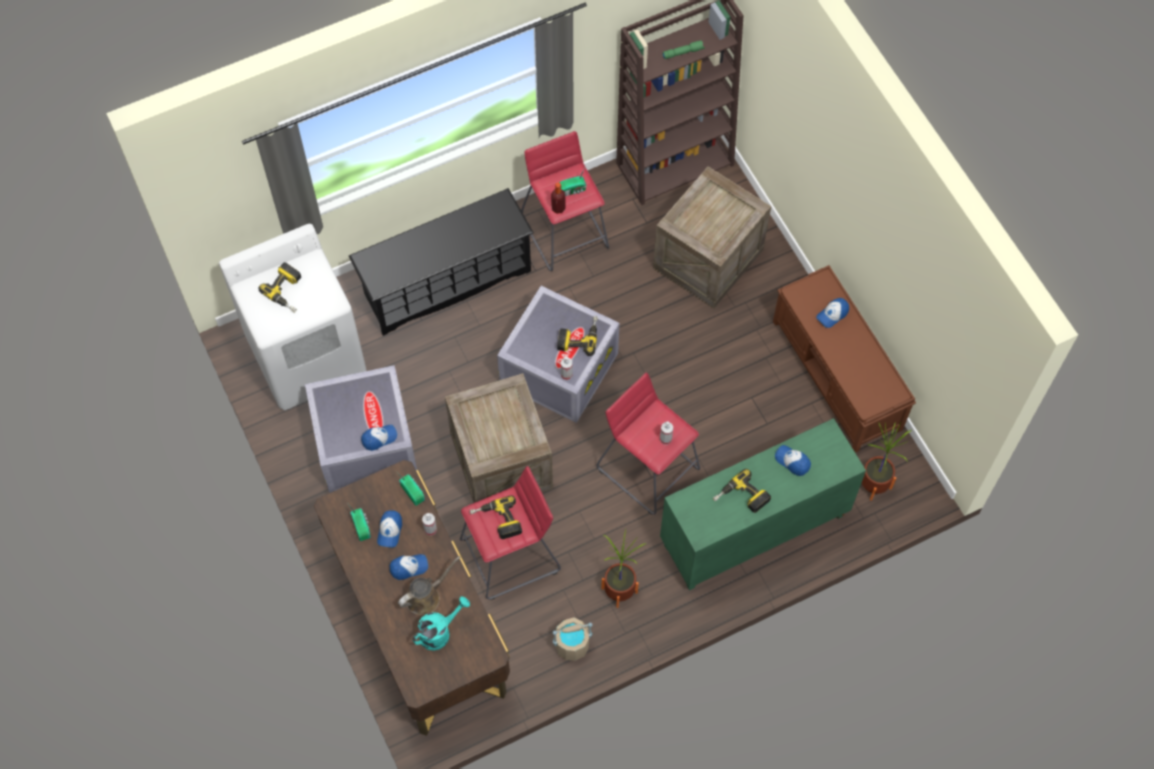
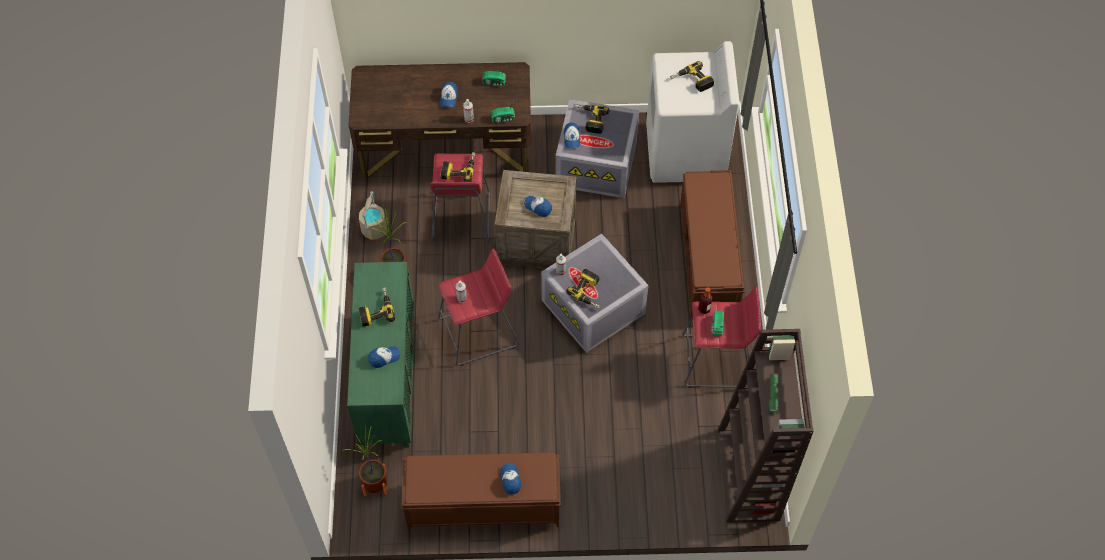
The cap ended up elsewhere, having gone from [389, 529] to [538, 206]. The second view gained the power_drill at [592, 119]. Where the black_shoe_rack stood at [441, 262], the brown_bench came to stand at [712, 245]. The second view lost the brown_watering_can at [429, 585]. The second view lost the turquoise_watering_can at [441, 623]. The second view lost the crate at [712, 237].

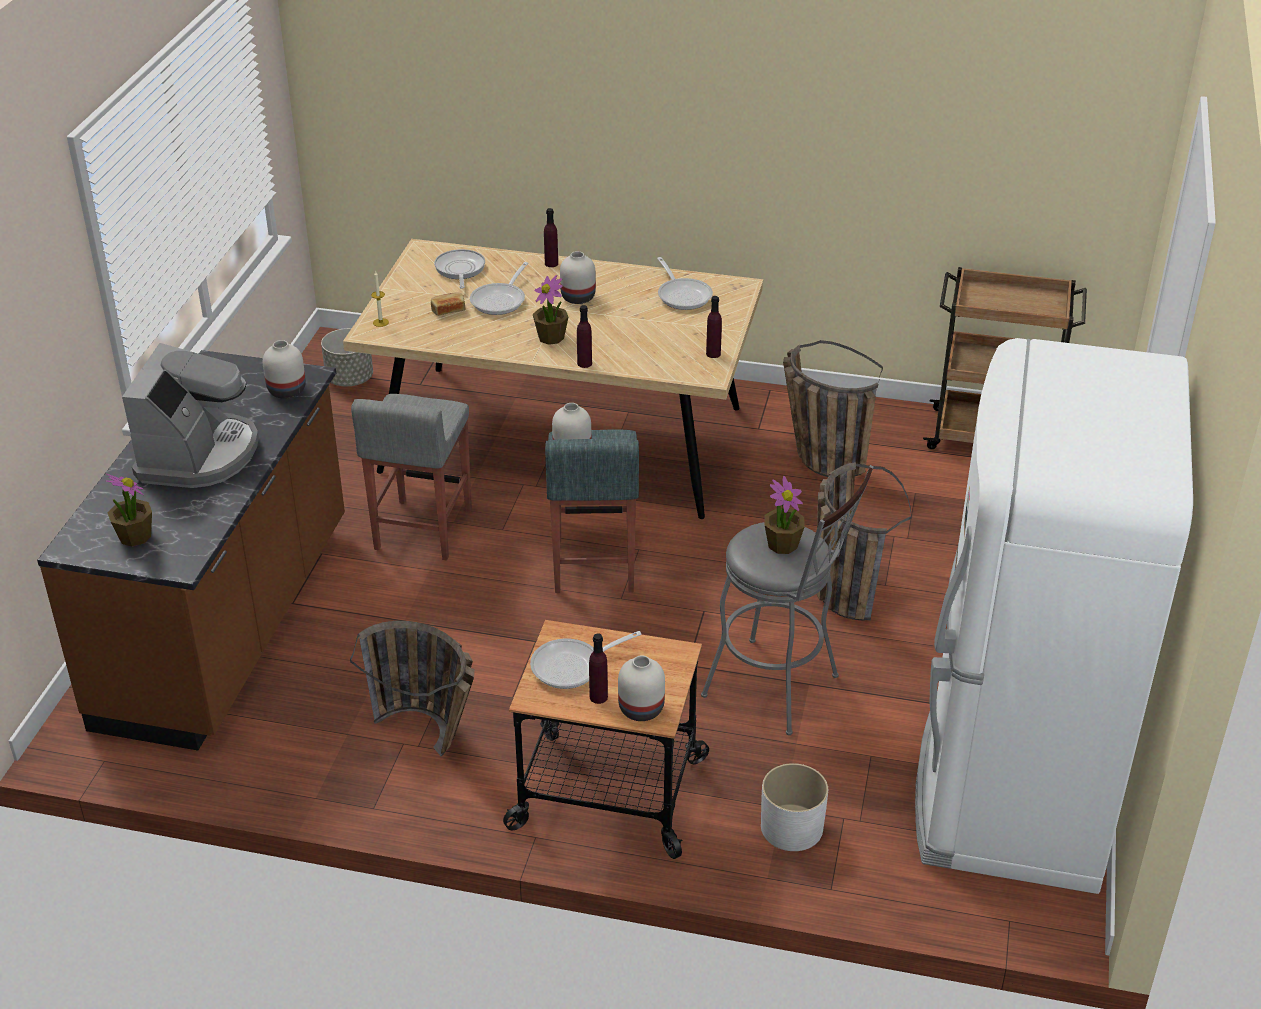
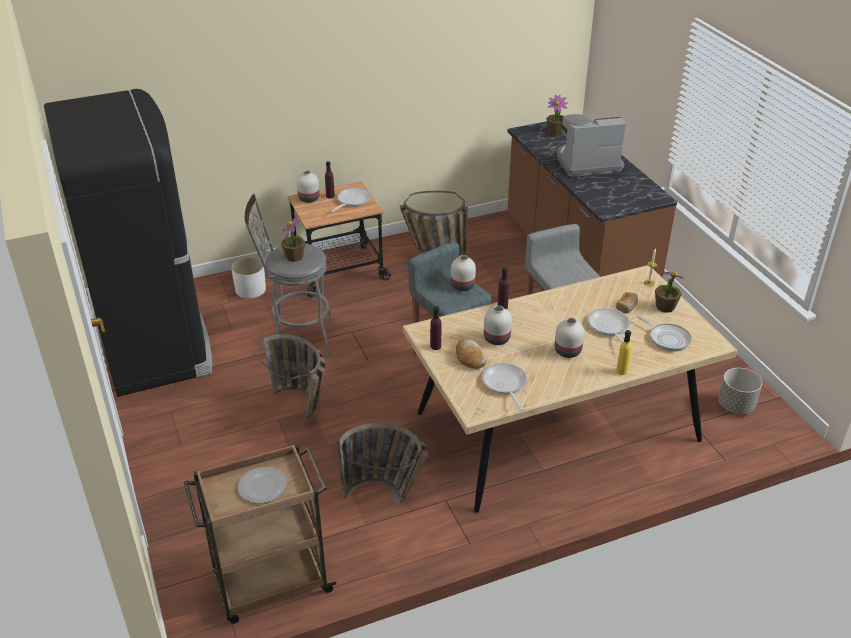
What was the white_fridge at [1054, 616] turned into the black_fridge at [128, 243]. The second view gained the plate at [262, 485]. The second view gained the bread at [471, 354]. The frying_pan at [685, 283] ended up facing another way, 45 degrees clockwise from before. The white_vase ended up elsewhere, having gone from [284, 369] to [498, 325]. The coffee_machine at [190, 415] ended up facing another way, 105 degrees clockwise from before. What was the purple_bottle at [551, 237] turned into the yellow_bottle at [623, 352]. The potted_plant ended up elsewhere, having gone from [550, 310] to [669, 292].

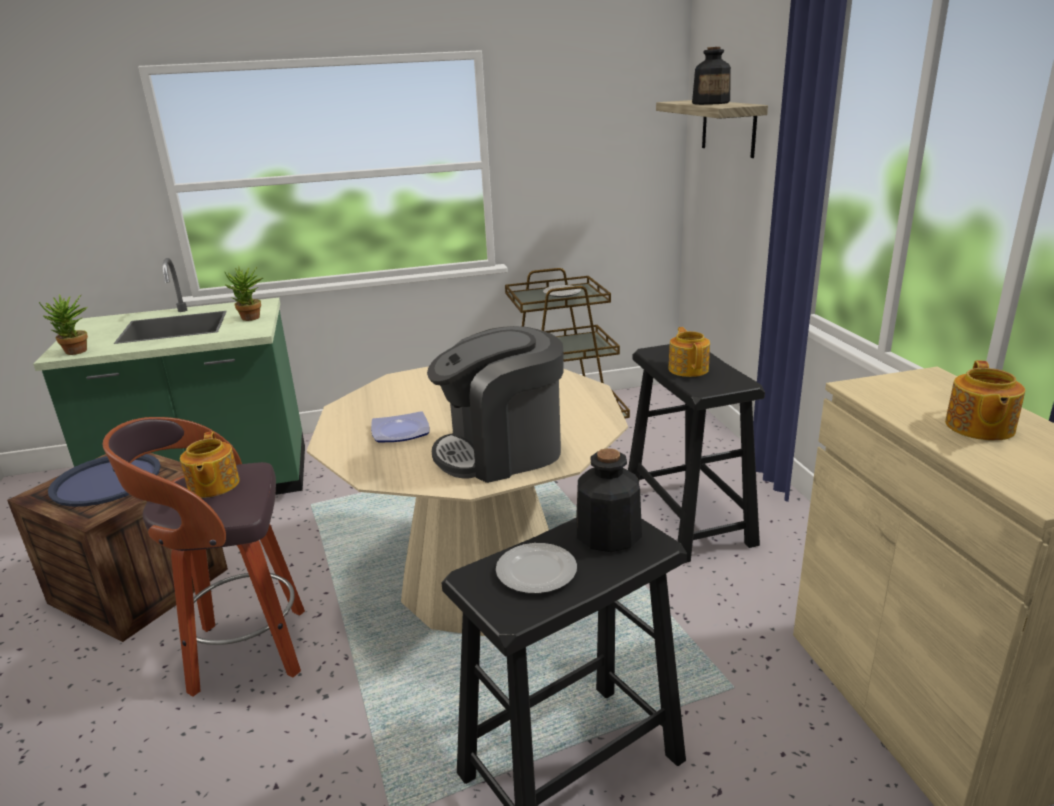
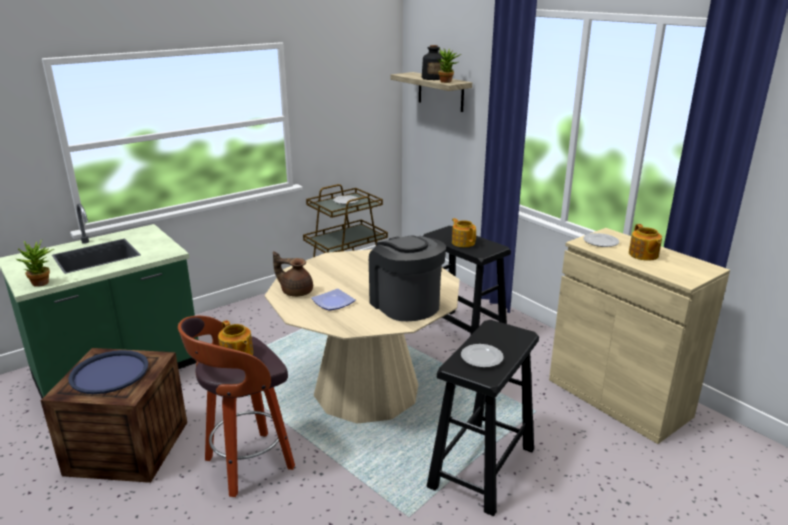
The second view gained the brown_teapot at [293, 274]. The coffee_machine at [495, 404] ended up facing another way, 105 degrees clockwise from before. The potted_plant ended up elsewhere, having gone from [244, 293] to [449, 65]. The second view gained the plate at [601, 240]. The second view lost the bottle at [609, 500].

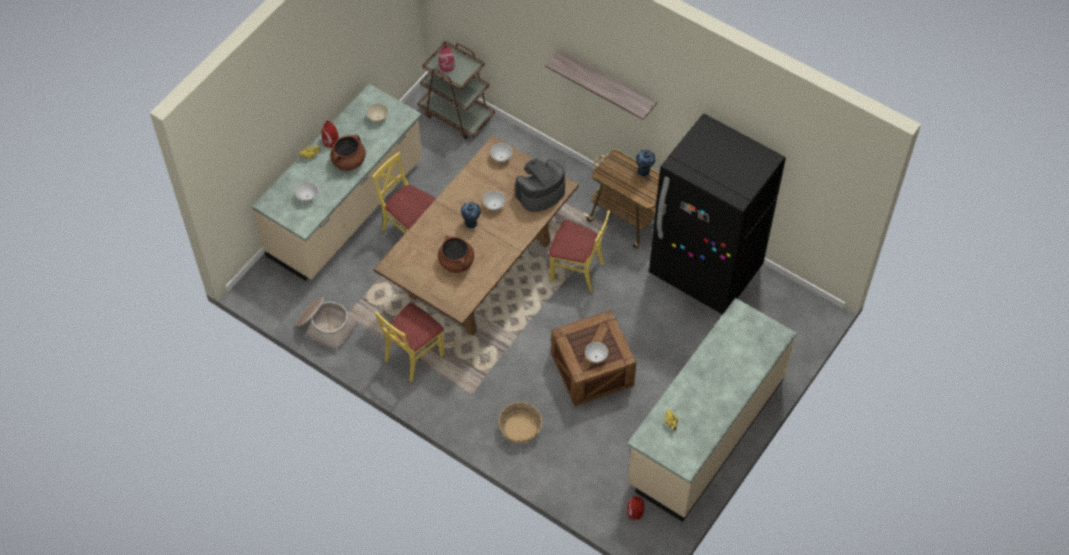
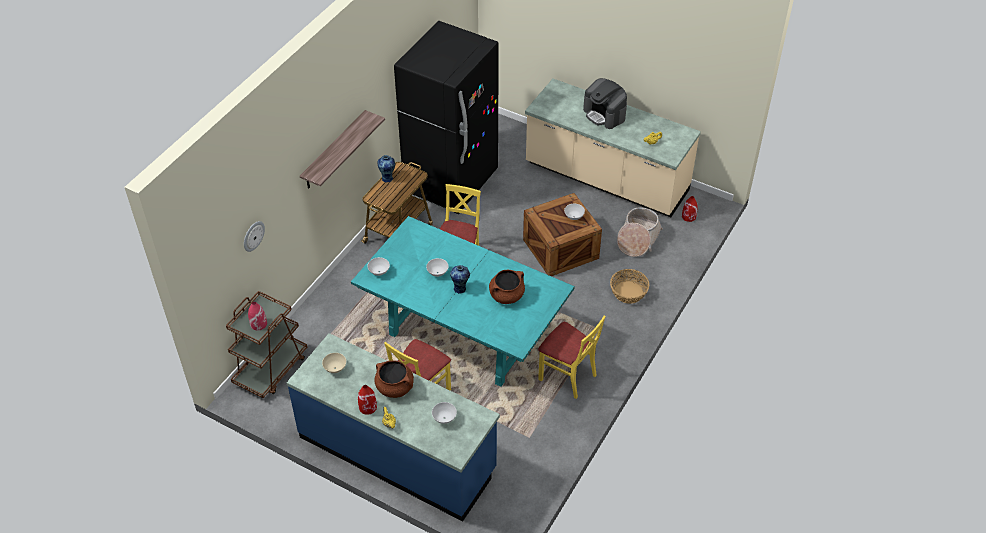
The second view gained the wall_clock at [254, 236]. What was the beige_counter at [337, 182] turned into the blue_counter at [393, 427]. What was the brown_dining_table at [476, 235] turned into the turquoise_dining_table at [463, 301]. The coffee_machine ended up elsewhere, having gone from [540, 185] to [605, 103]. The basket ended up elsewhere, having gone from [328, 325] to [640, 232].

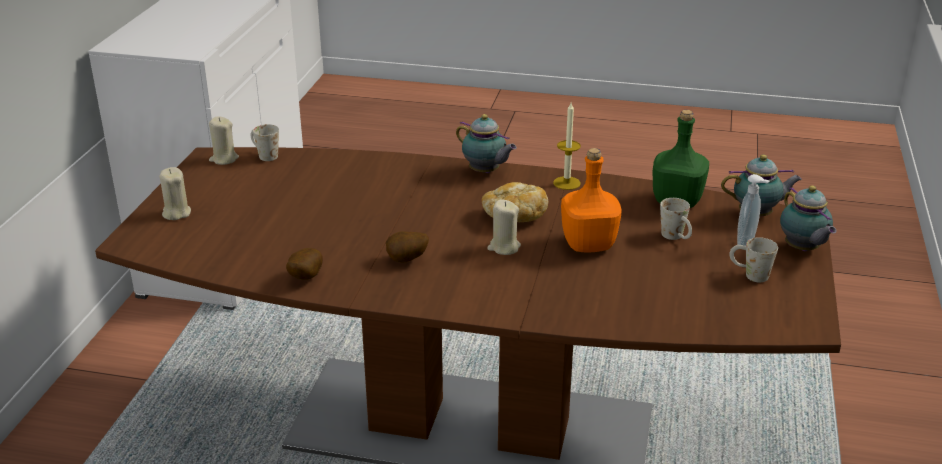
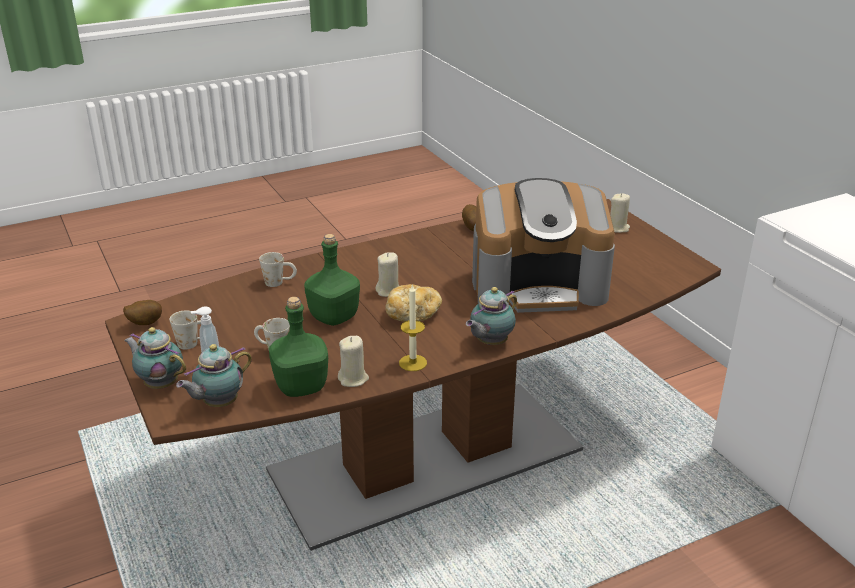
The potato ended up elsewhere, having gone from [407, 247] to [142, 312]. The white_mug ended up elsewhere, having gone from [265, 142] to [278, 269]. What was the orange_bottle at [591, 200] turned into the green_bottle at [332, 280]. The beige_candle ended up elsewhere, having gone from [224, 140] to [353, 361]. The teapot at [486, 143] ended up facing another way, 45 degrees counterclockwise from before. The second view gained the coffee_machine at [543, 245].

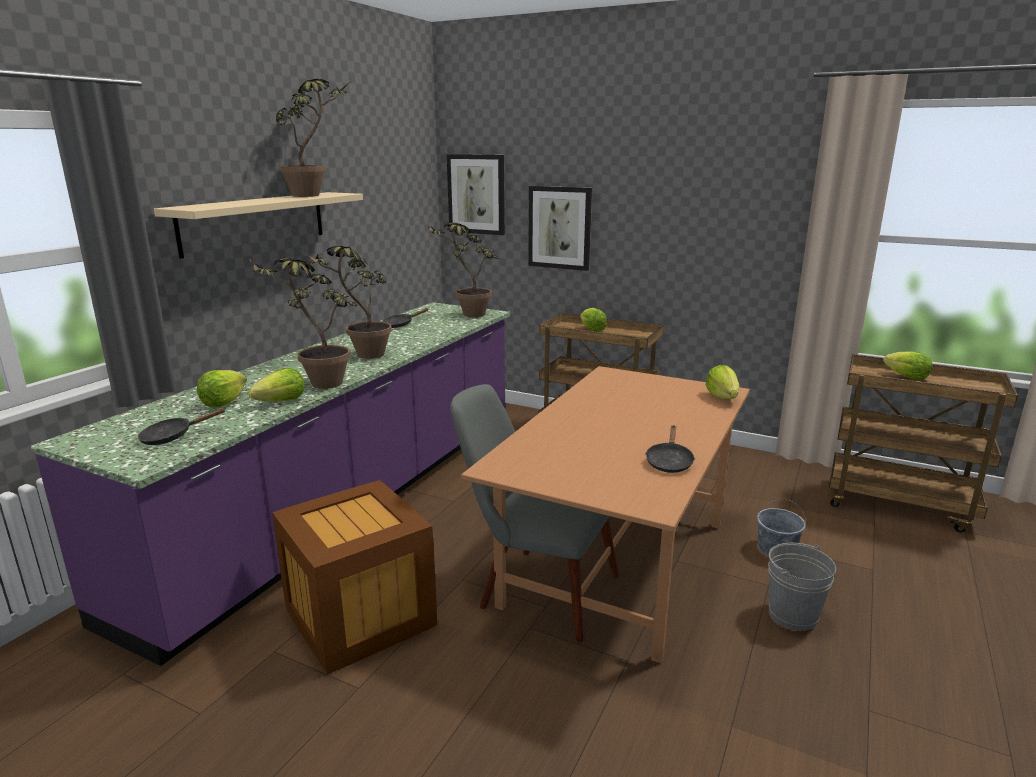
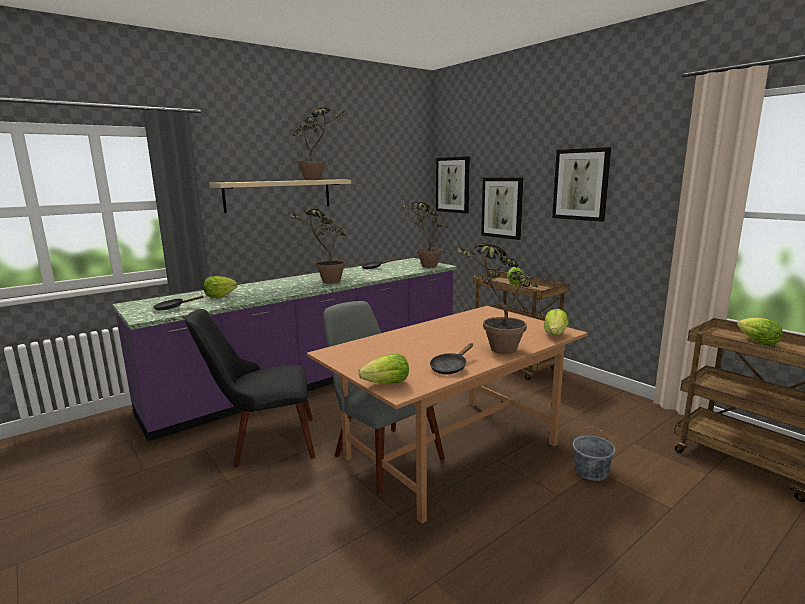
Where the crate stood at [355, 577], the black_chair came to stand at [250, 388]. The lettuce ended up elsewhere, having gone from [276, 385] to [384, 369]. The potted_plant ended up elsewhere, having gone from [303, 323] to [496, 298]. The second view gained the picture at [581, 184]. The second view lost the grey_bucket at [802, 587].

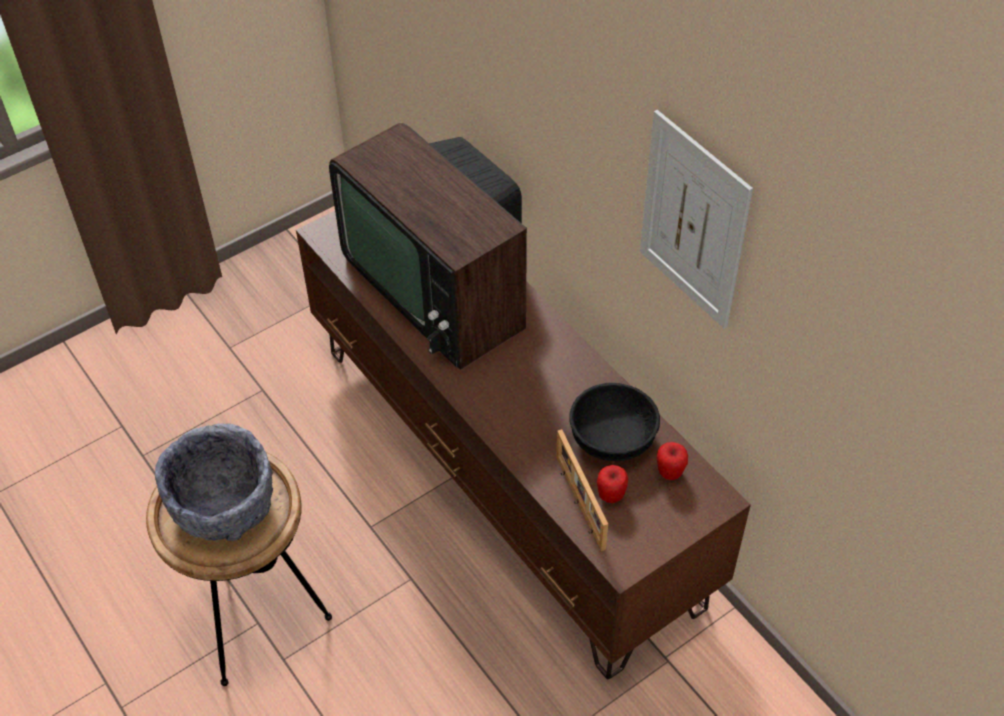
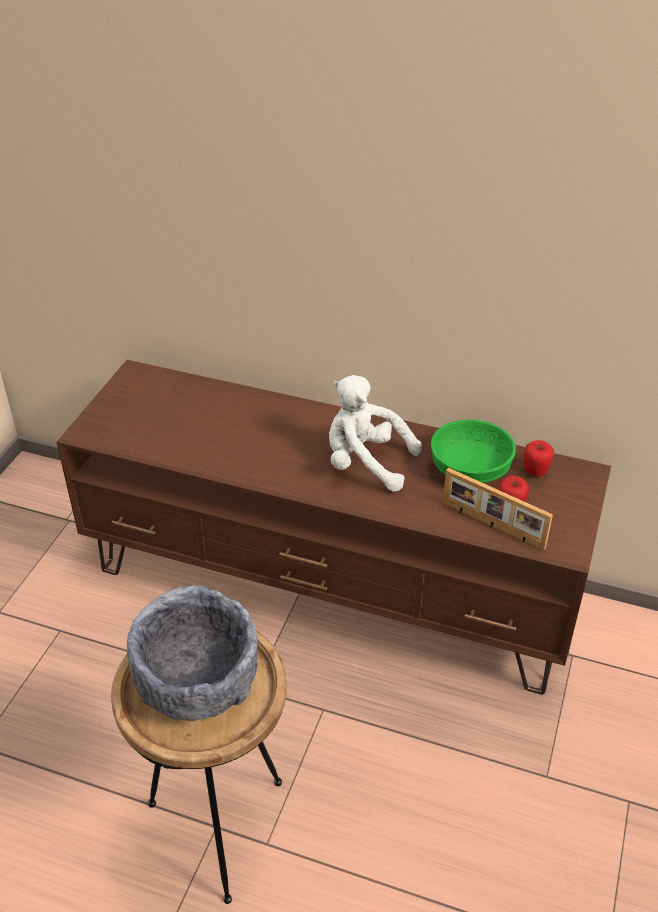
The second view gained the white_plush_toy at [375, 433]. What was the black_bowl at [615, 422] turned into the green_bowl at [473, 451]. The second view lost the television at [428, 246]. The second view lost the picture at [696, 219].

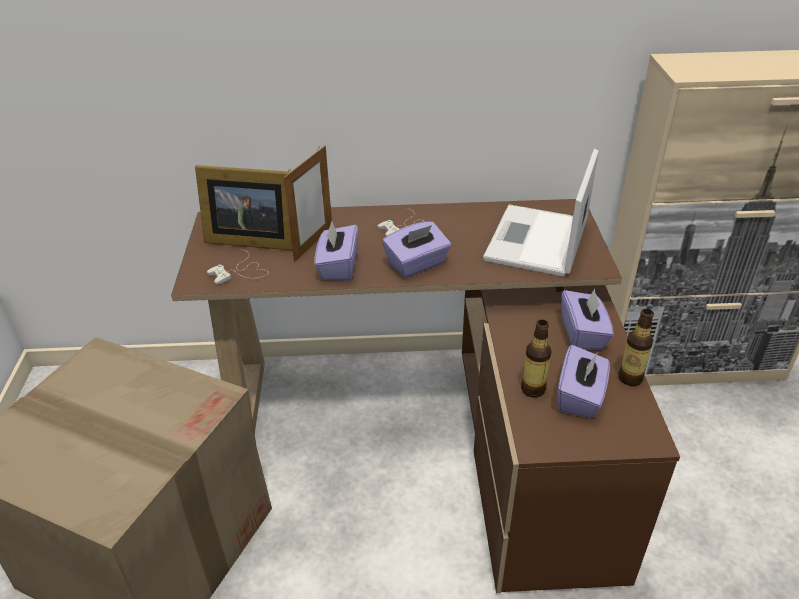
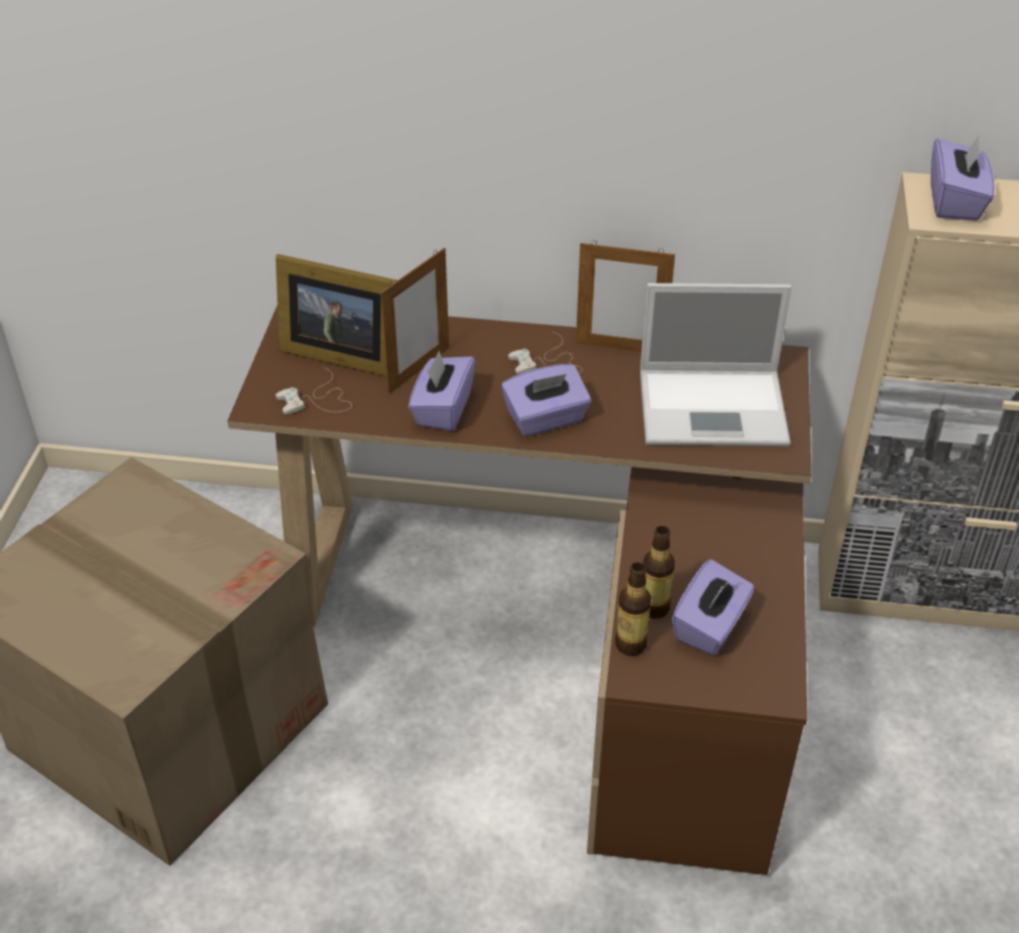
The second view gained the picture_frame at [625, 296]. The bottle ended up elsewhere, having gone from [636, 347] to [633, 609]. The laptop at [541, 213] ended up facing another way, 120 degrees counterclockwise from before. The purple_tissue_box ended up elsewhere, having gone from [587, 319] to [963, 178].

